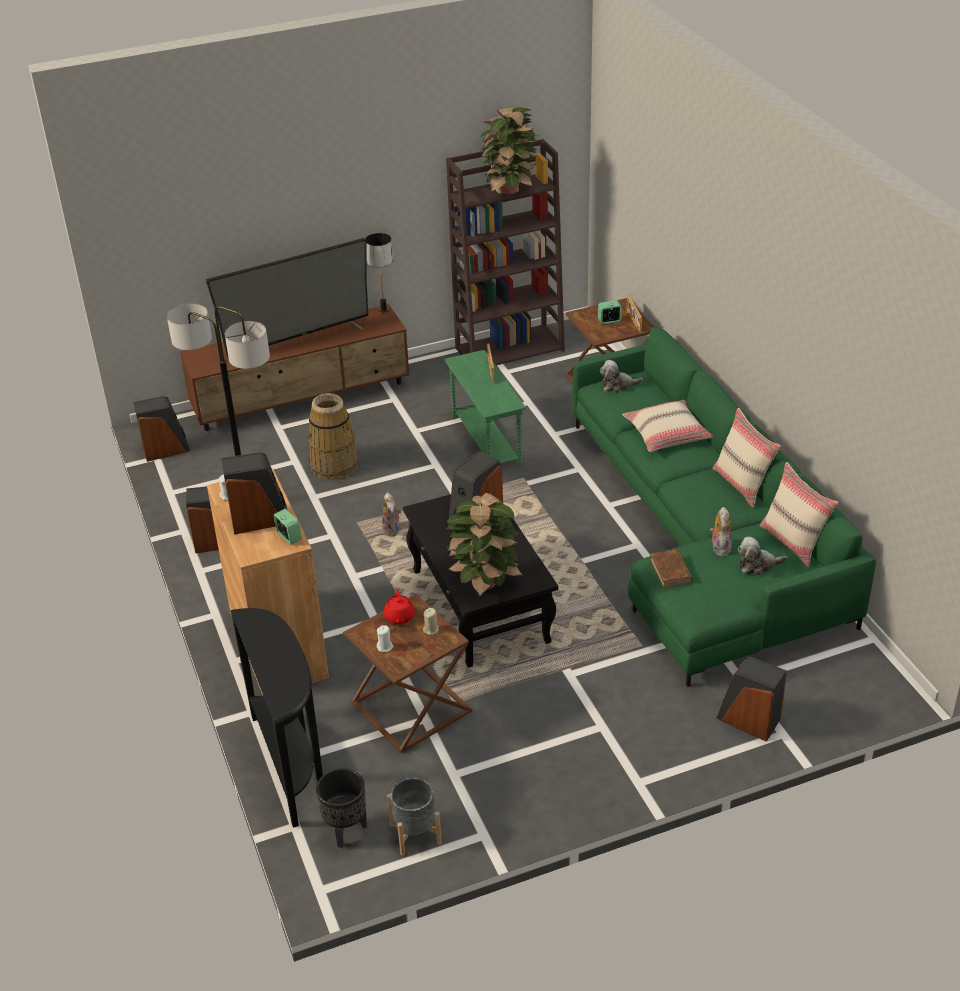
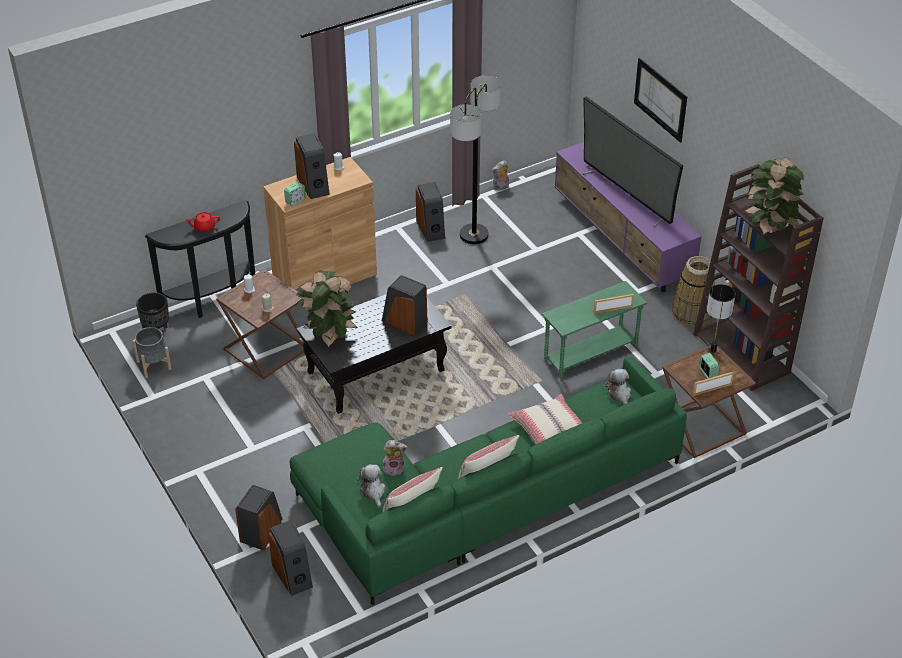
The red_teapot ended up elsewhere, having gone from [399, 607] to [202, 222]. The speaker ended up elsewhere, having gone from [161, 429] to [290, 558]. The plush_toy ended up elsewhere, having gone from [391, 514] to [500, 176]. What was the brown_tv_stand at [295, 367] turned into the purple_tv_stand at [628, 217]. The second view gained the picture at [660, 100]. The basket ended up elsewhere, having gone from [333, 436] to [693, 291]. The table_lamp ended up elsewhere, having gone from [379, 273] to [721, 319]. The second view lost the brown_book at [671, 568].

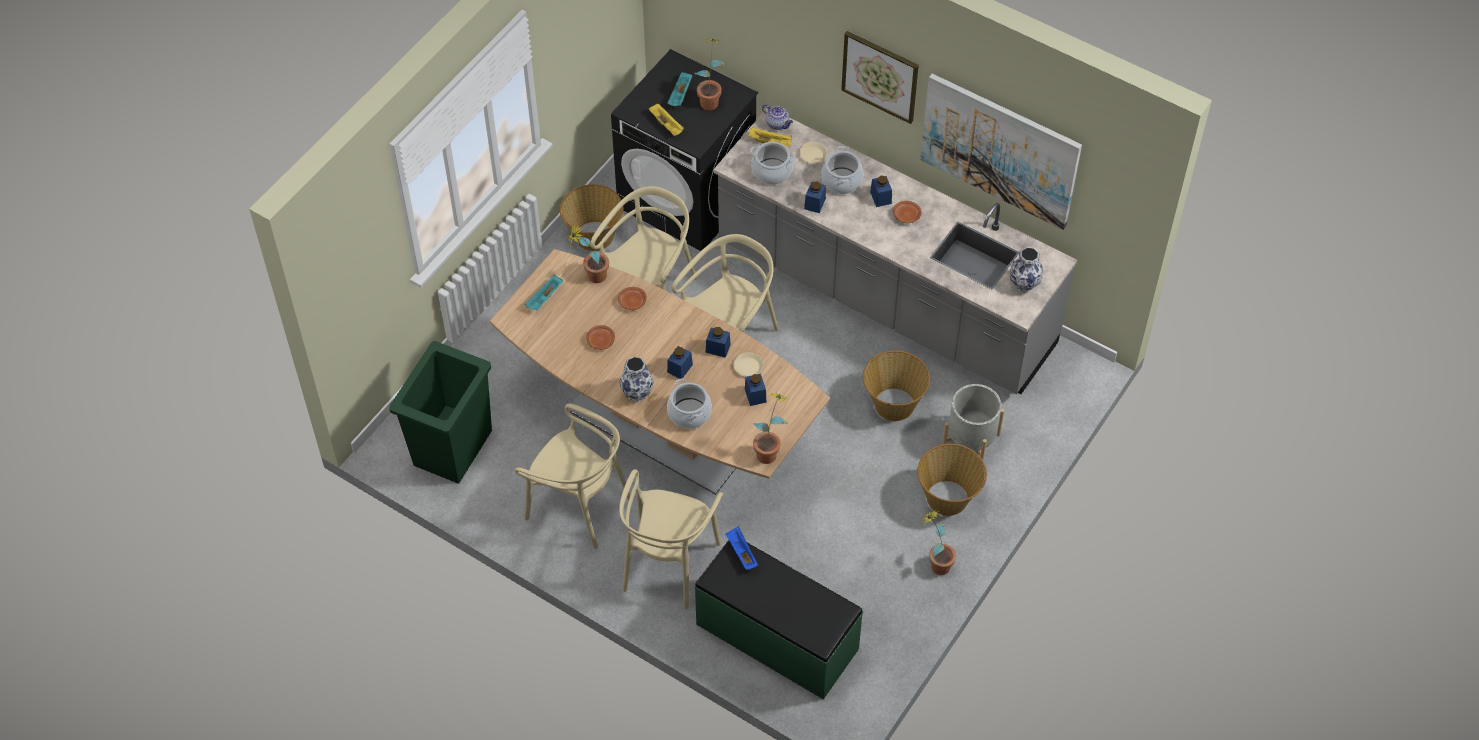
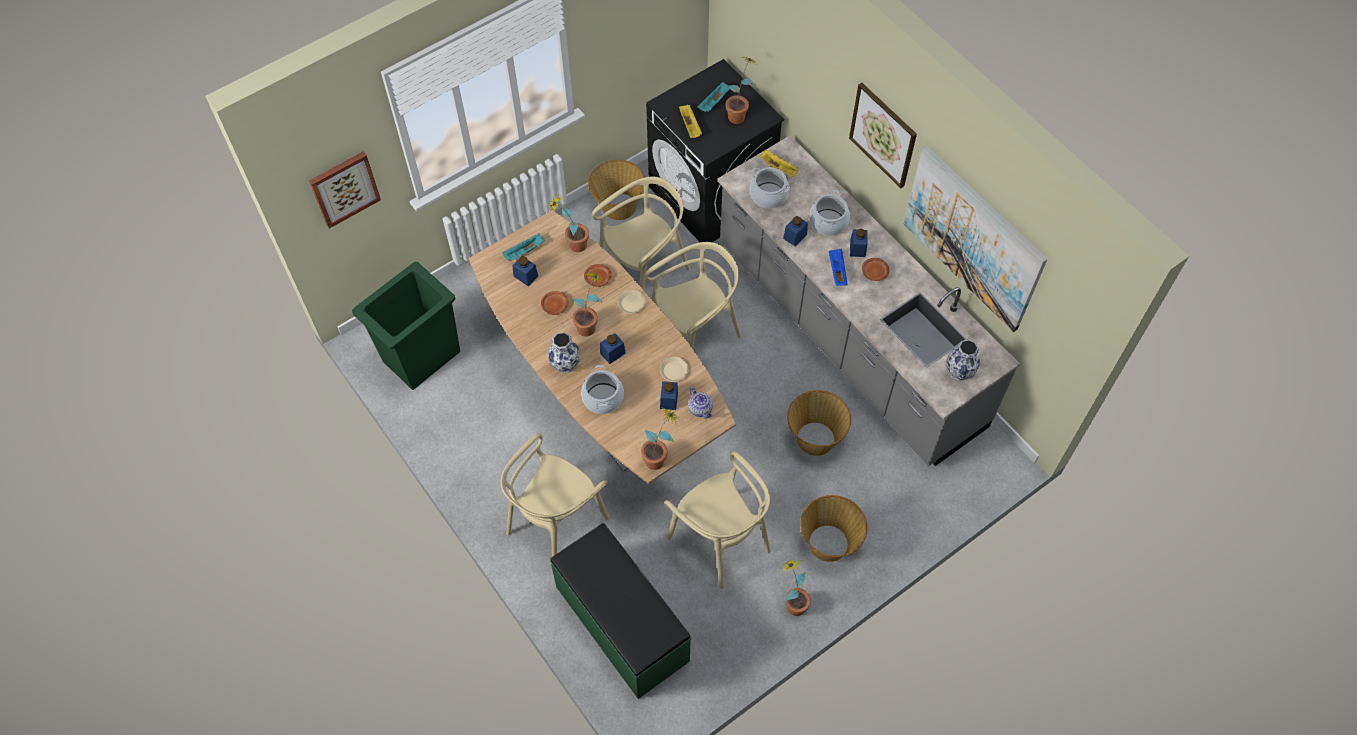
The second view gained the picture at [345, 189]. The blue_jar ended up elsewhere, having gone from [718, 342] to [525, 271]. The second view gained the potted_plant at [587, 304]. The beige_plate ended up elsewhere, having gone from [813, 153] to [632, 302]. The beige_chair ended up elsewhere, having gone from [573, 476] to [717, 520]. The teapot ended up elsewhere, having gone from [777, 117] to [700, 403]. The blue_tray ended up elsewhere, having gone from [742, 548] to [838, 267]. The second view lost the grey_planter at [973, 424].

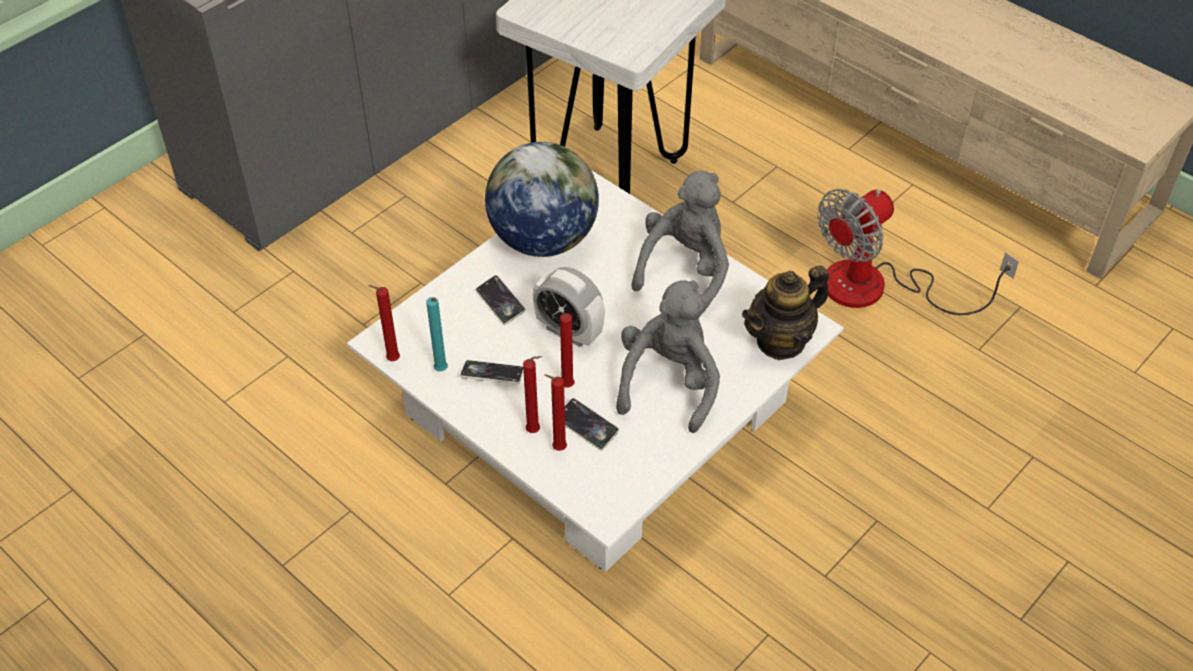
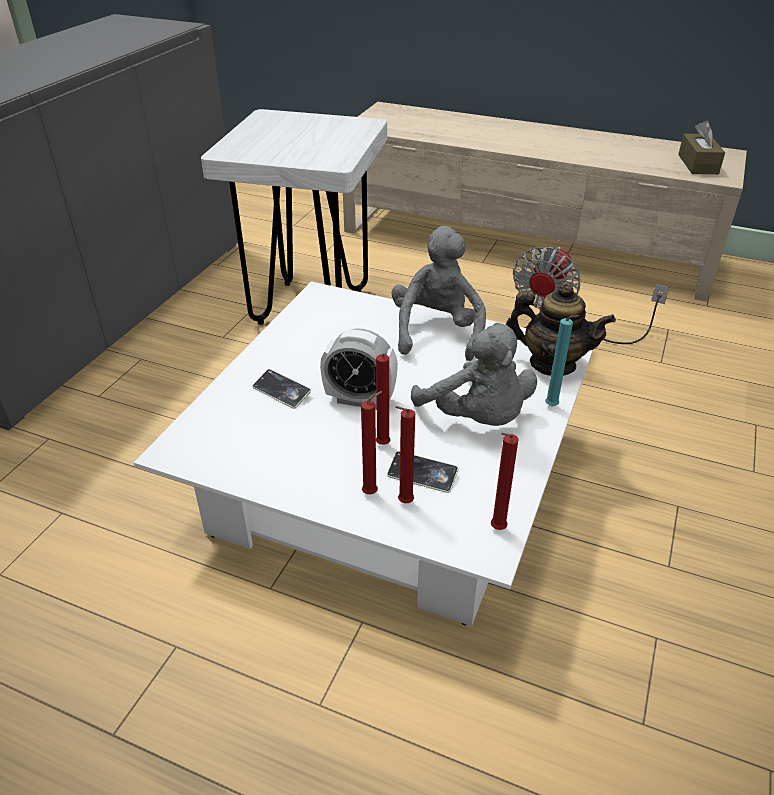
The grey_plush_toy at [668, 356] ended up facing another way, 150 degrees clockwise from before. The red_candle ended up elsewhere, having gone from [384, 323] to [505, 481]. The teapot at [785, 312] ended up facing another way, 105 degrees counterclockwise from before. The turquoise_candle ended up elsewhere, having gone from [437, 334] to [562, 360]. The second view gained the brown_tissue_box at [701, 147]. The second view lost the phone at [492, 372]. The second view lost the globe at [542, 199].

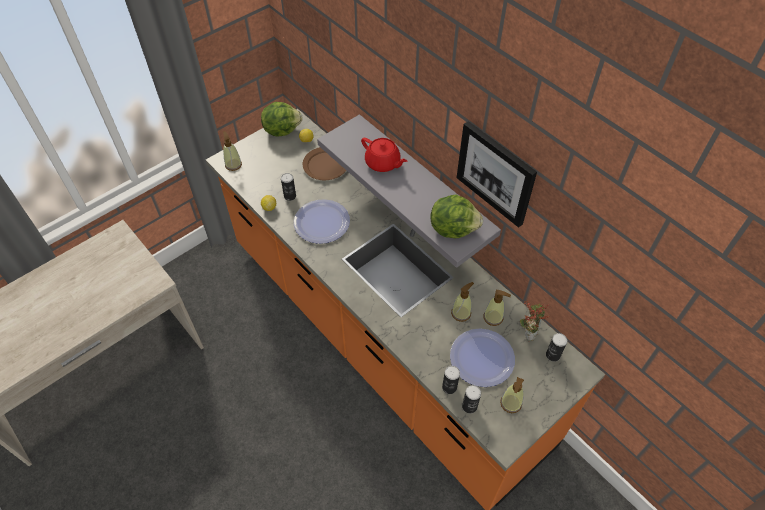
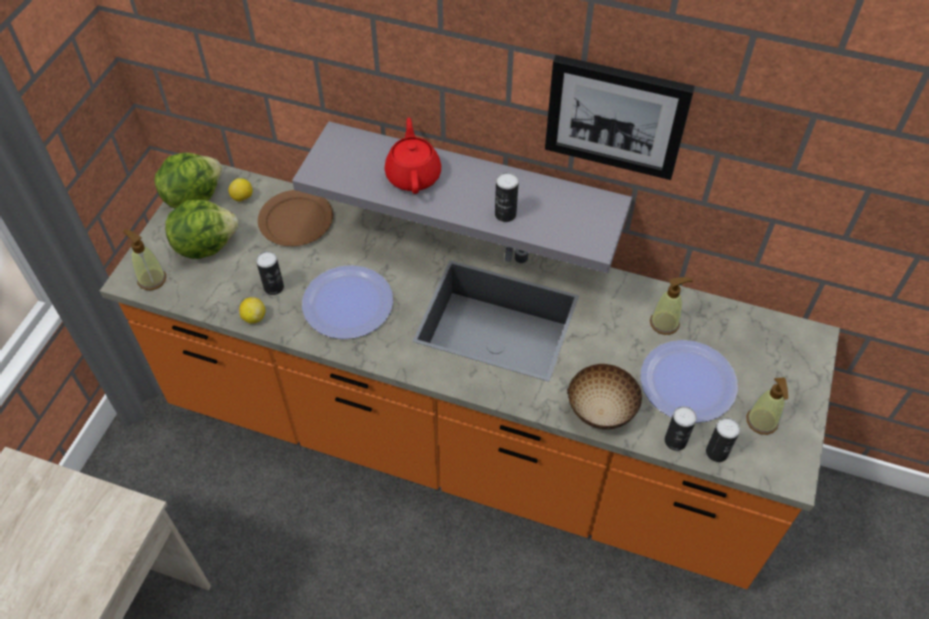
The lettuce ended up elsewhere, having gone from [457, 216] to [201, 229]. The red_teapot at [384, 155] ended up facing another way, 105 degrees counterclockwise from before. The can ended up elsewhere, having gone from [556, 347] to [507, 197]. The second view gained the bowl at [604, 397]. The second view lost the soap_dispenser at [462, 302]. The second view lost the potted_plant at [535, 321].

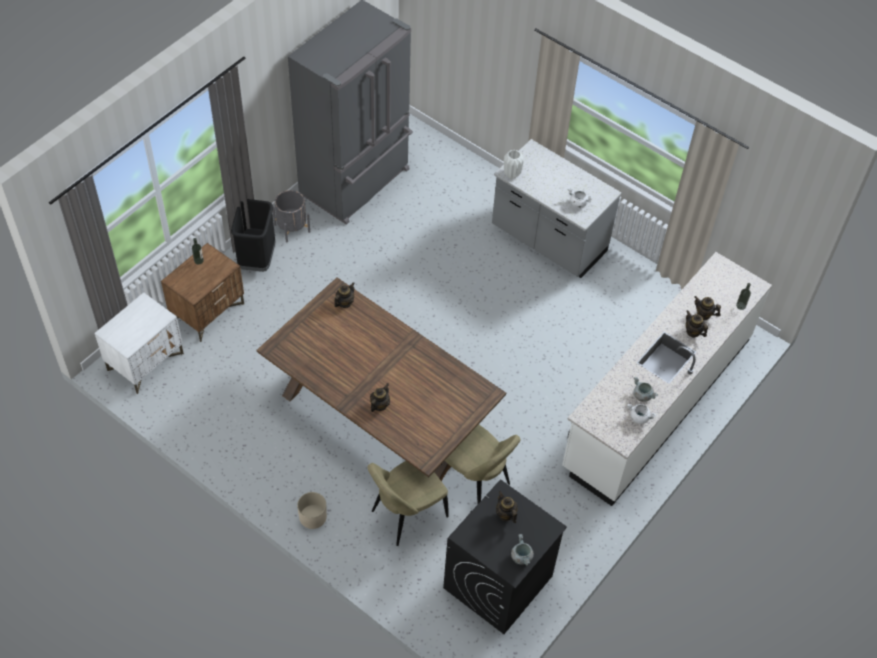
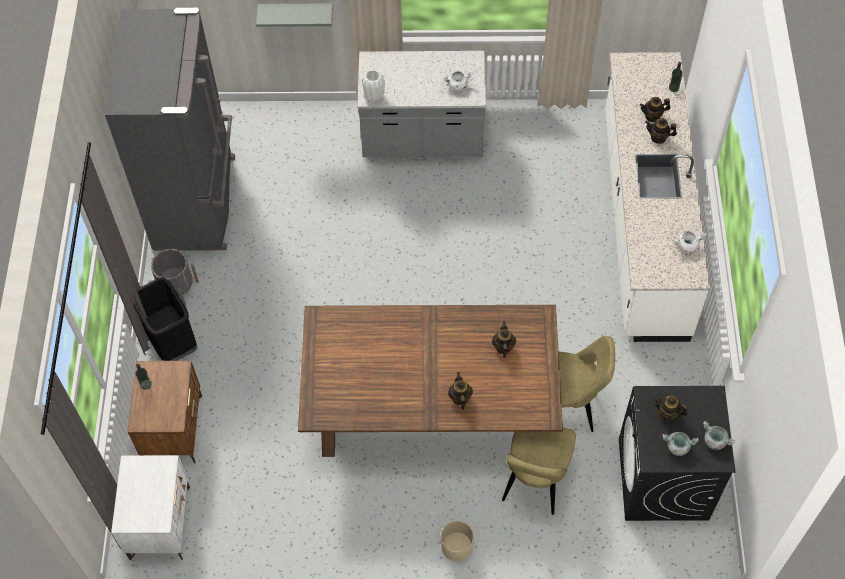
The second view gained the grey_shelf at [294, 15]. The teapot ended up elsewhere, having gone from [344, 295] to [504, 339]. The grey_cooking_pot ended up elsewhere, having gone from [646, 389] to [680, 444].

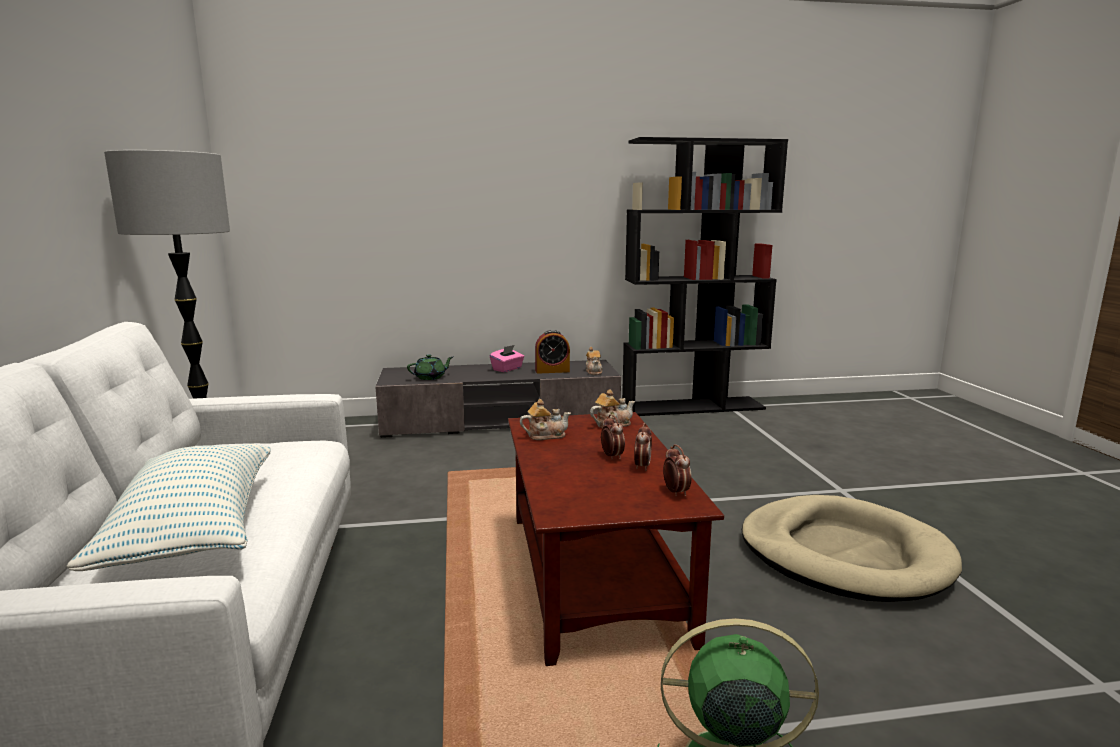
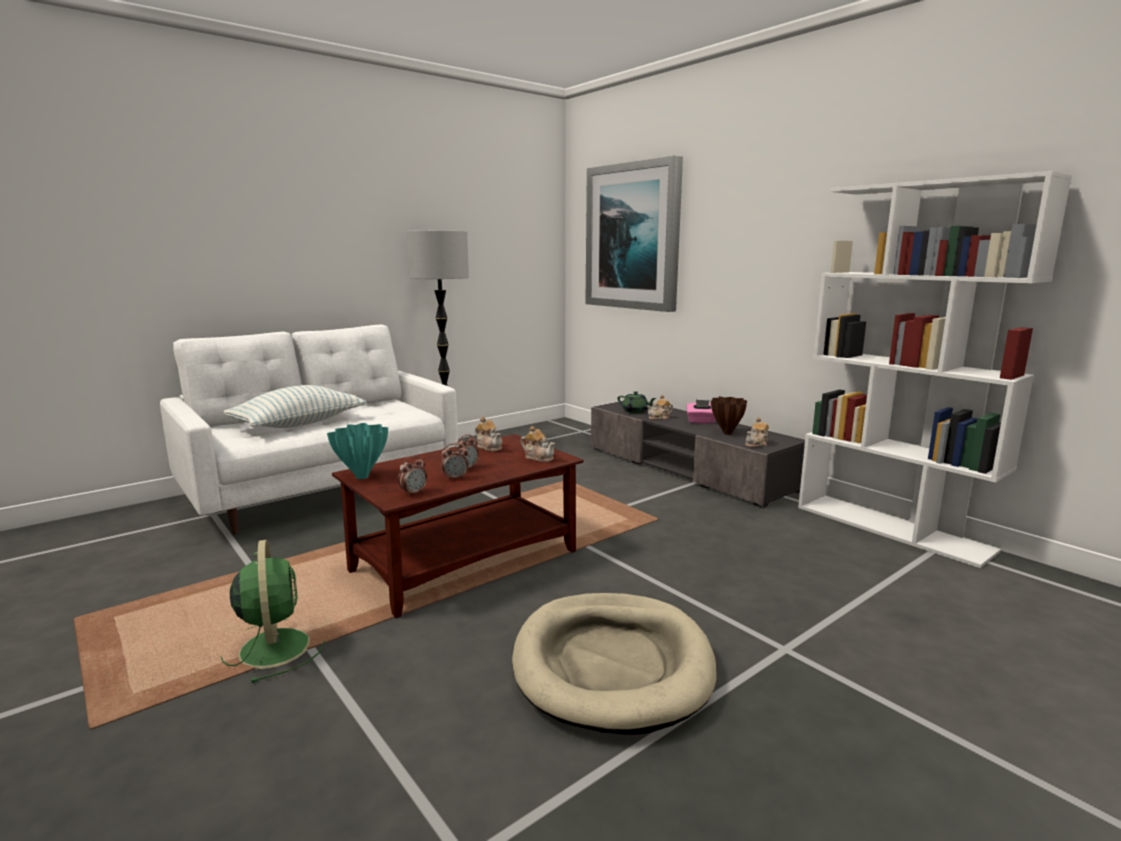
The second view gained the turquoise_vase at [357, 451]. The second view gained the picture at [634, 233]. The second view gained the teapot at [660, 407]. Where the alarm_clock stood at [552, 352], the brown_vase came to stand at [729, 416]. What was the black_bookcase at [705, 276] turned into the white_bookcase at [935, 369].

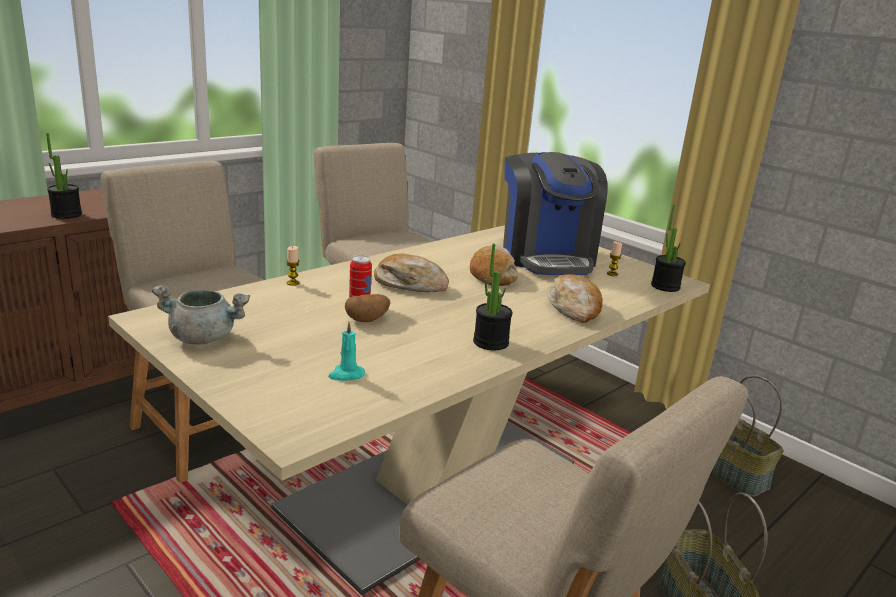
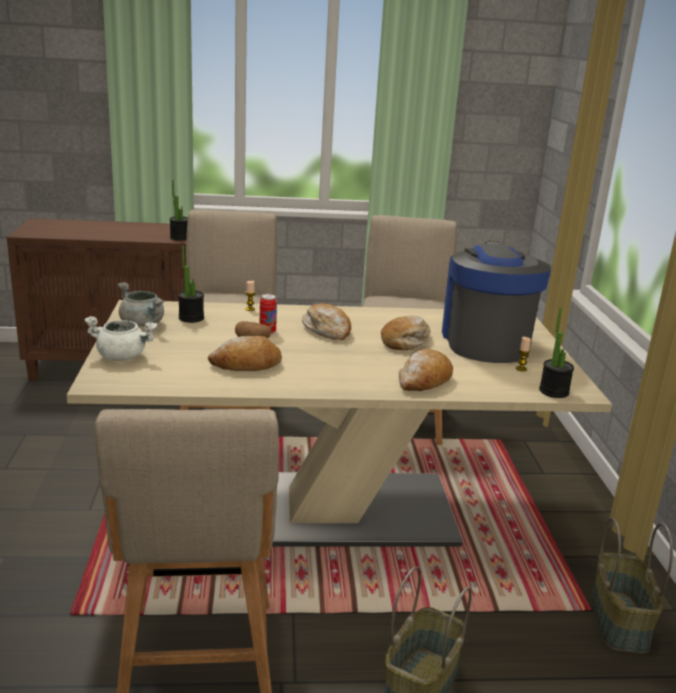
The second view gained the white_cooking_pot at [120, 338]. The potted_plant ended up elsewhere, having gone from [492, 297] to [191, 284]. The second view gained the bread at [245, 353]. The coffee_machine at [555, 213] ended up facing another way, 150 degrees clockwise from before. The second view lost the turquoise_candle at [346, 351].

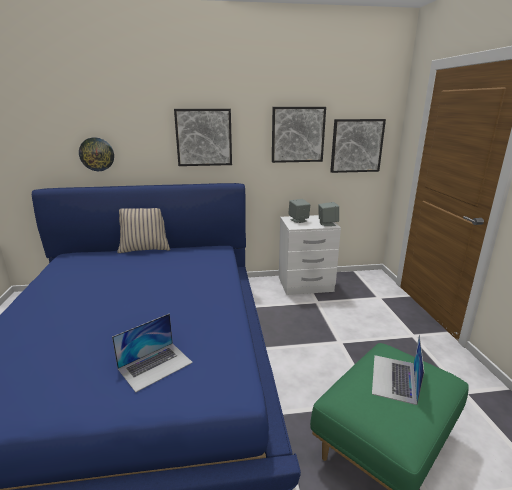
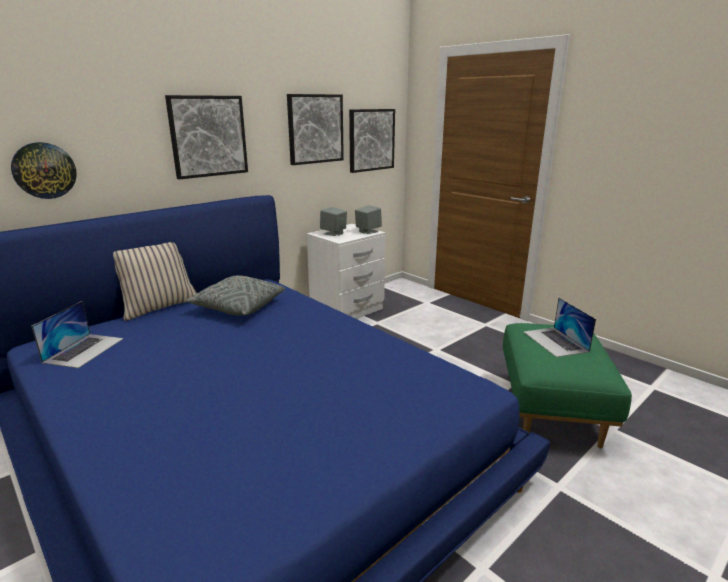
The laptop ended up elsewhere, having gone from [152, 352] to [77, 334]. The second view gained the grey_pillow at [235, 295].

